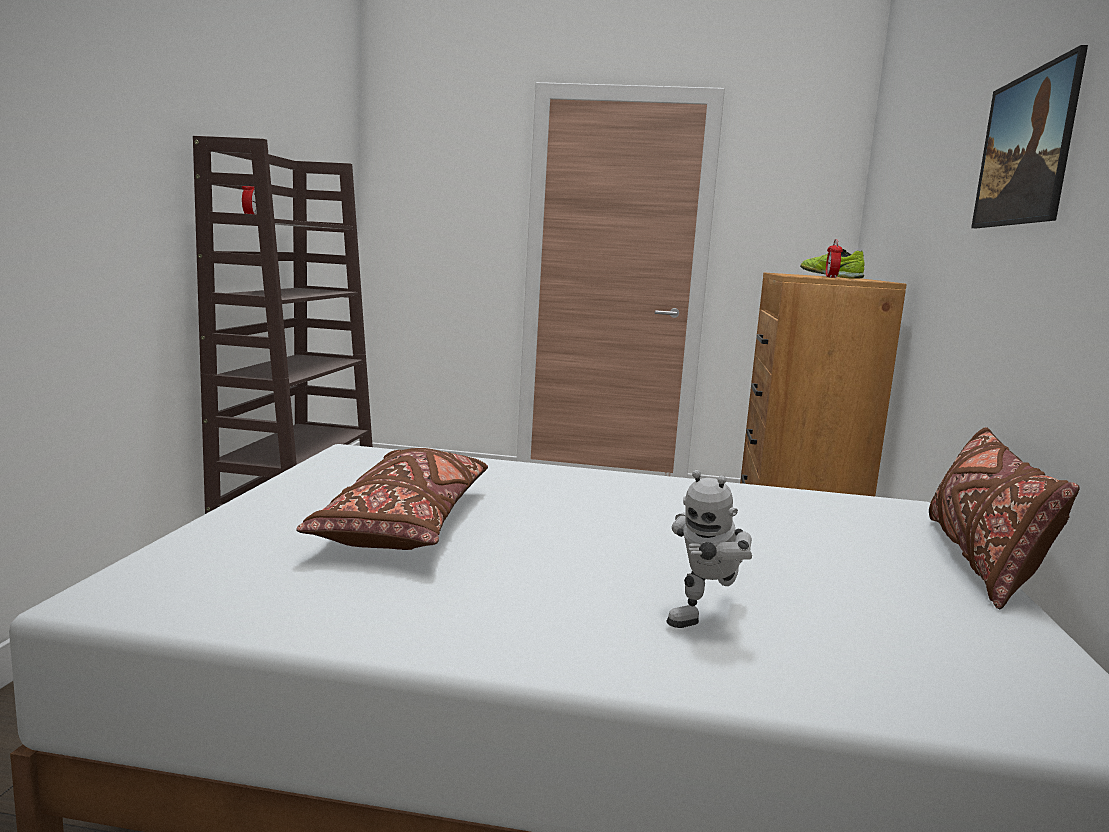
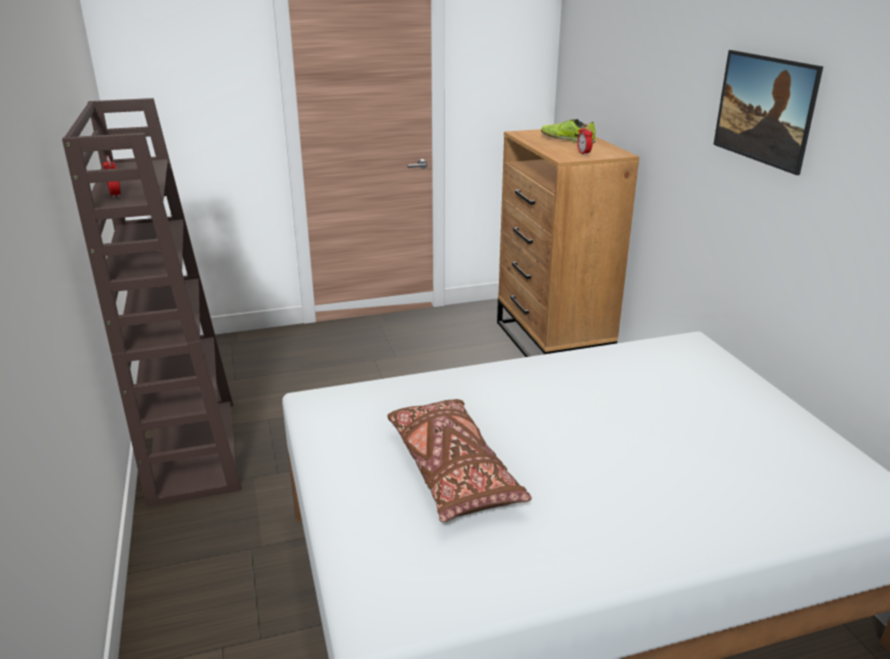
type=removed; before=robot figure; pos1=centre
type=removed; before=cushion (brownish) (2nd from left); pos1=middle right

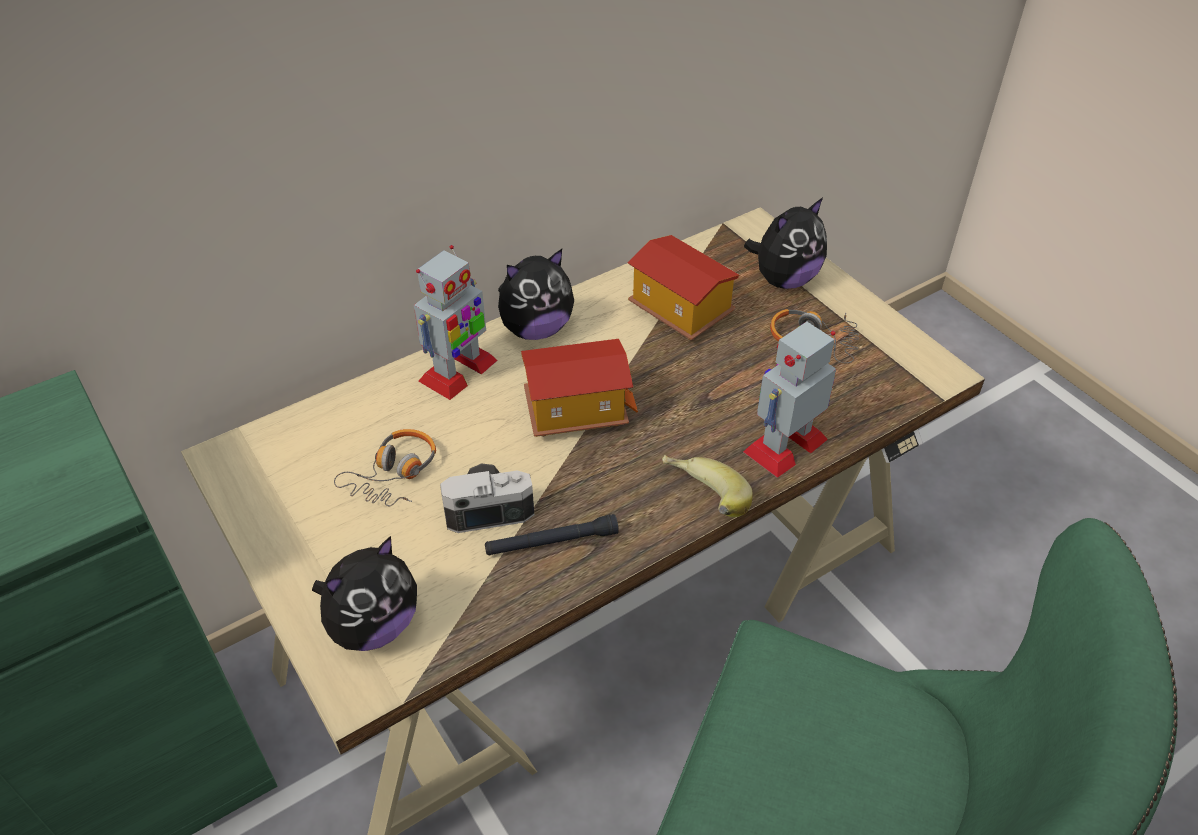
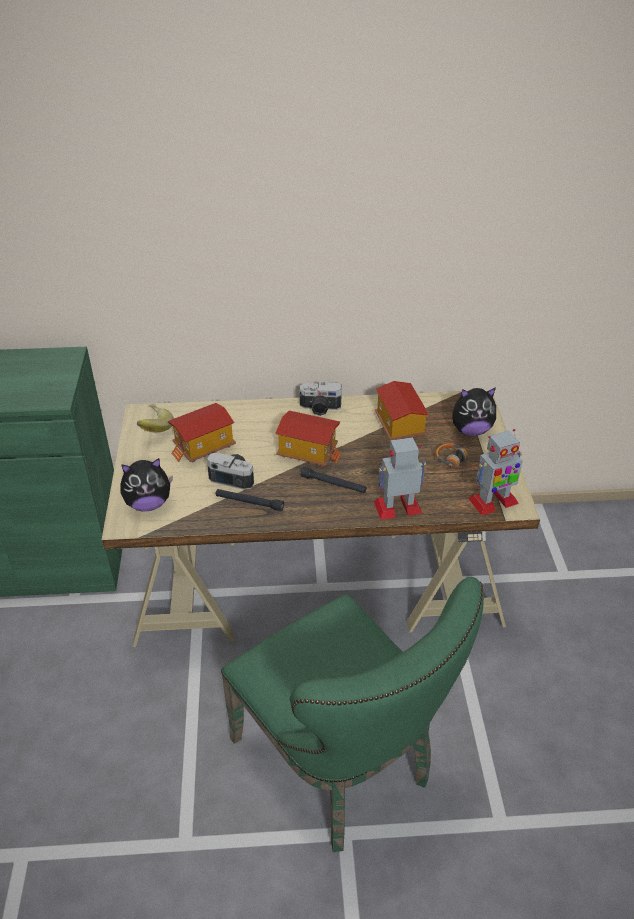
type=moved; before=banana; pos1=centre; pos2=middle left
type=replaced; before=pair of headphones (1st from left); after=model house (1st from left); pos1=middle left; pos2=middle left
type=replaced; before=plush toy (2nd from left); after=still camera (2nd from left); pos1=centre; pos2=centre
type=added; after=torch (black-coloured) (2nd from left); pos2=centre
type=moved; before=robot figure (1st from left in the first image); after=robot figure (2nd from left); pos1=centre; pos2=middle right

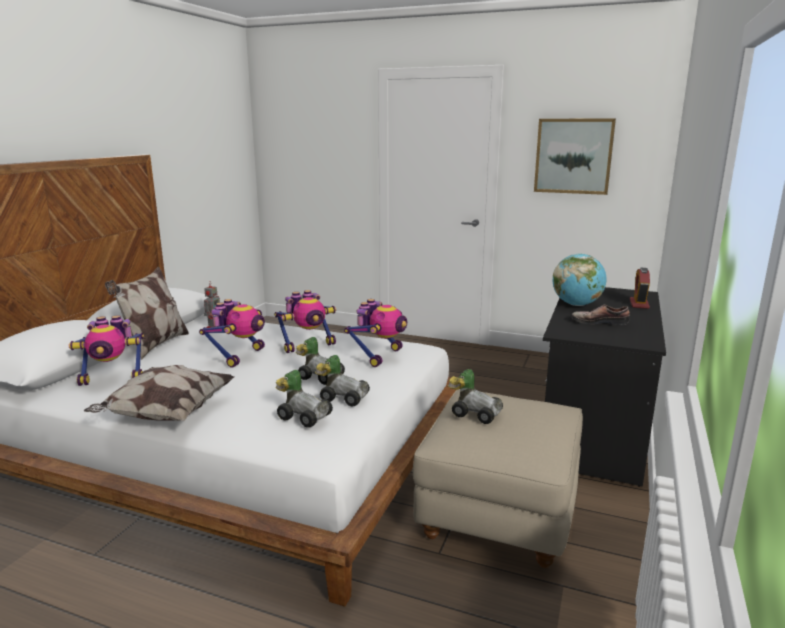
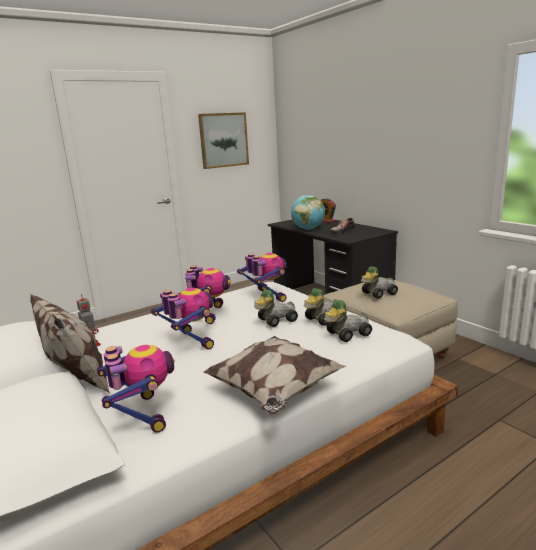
type=turned; before=robot figure (1st from left in the first image); pos1=middle left; pos2=bottom left; turn=-45

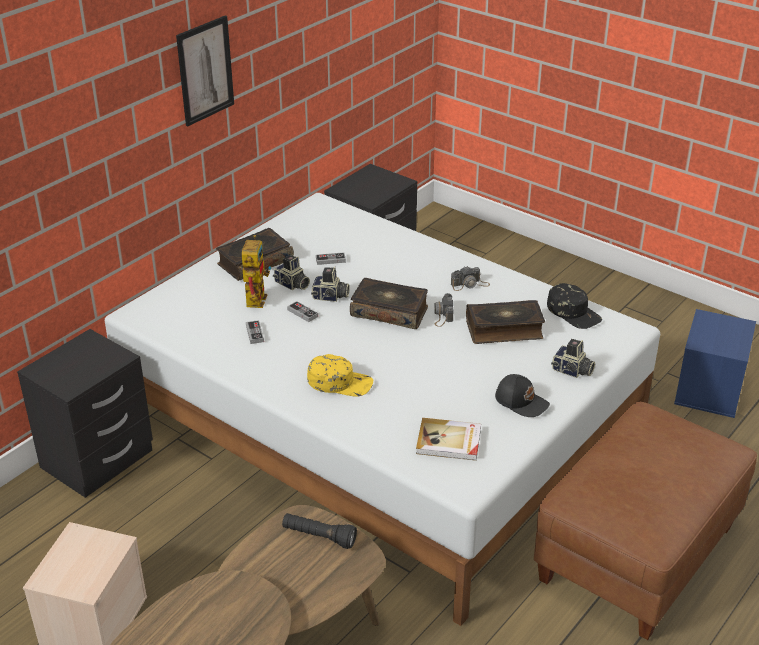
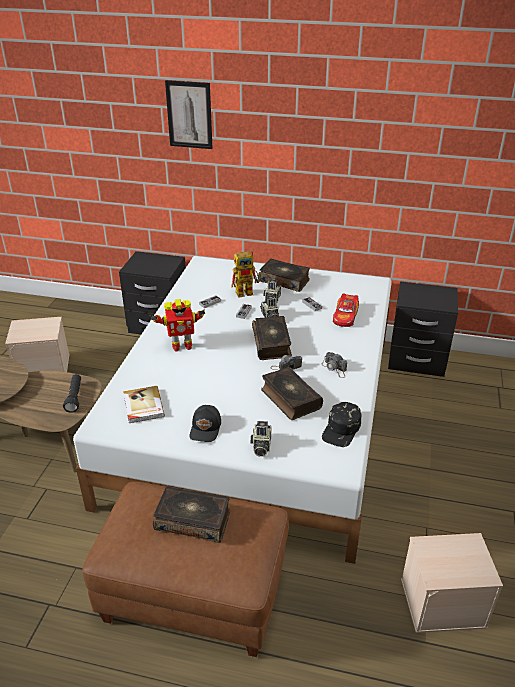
type=replaced; before=cap (yellow); after=robot figure (1st from left); pos1=centre; pos2=centre
type=added; after=volume (2nd from left); pos2=bottom centre
type=moved; before=picture; pos1=top left; pos2=top centre
type=added; after=toy car; pos2=middle right
type=recoloured; before=storage box (blue-coloured); after=storage box (beige-coloured) (2nd from left); pos1=middle right; pos2=bottom right

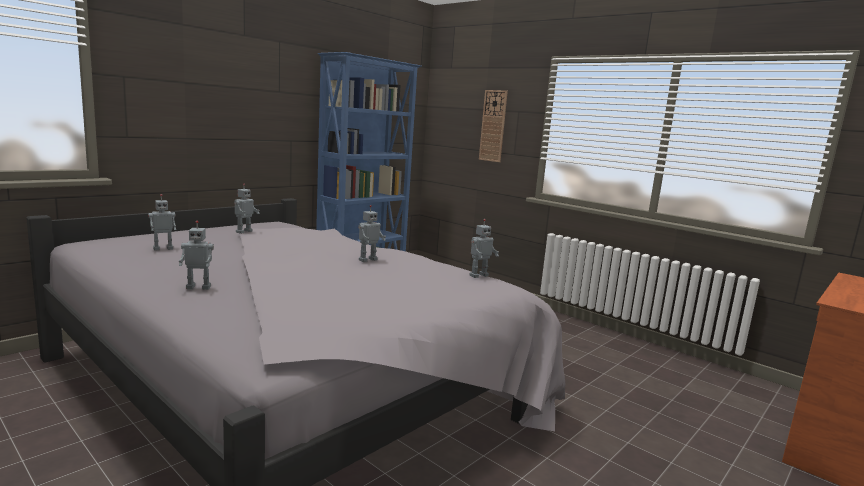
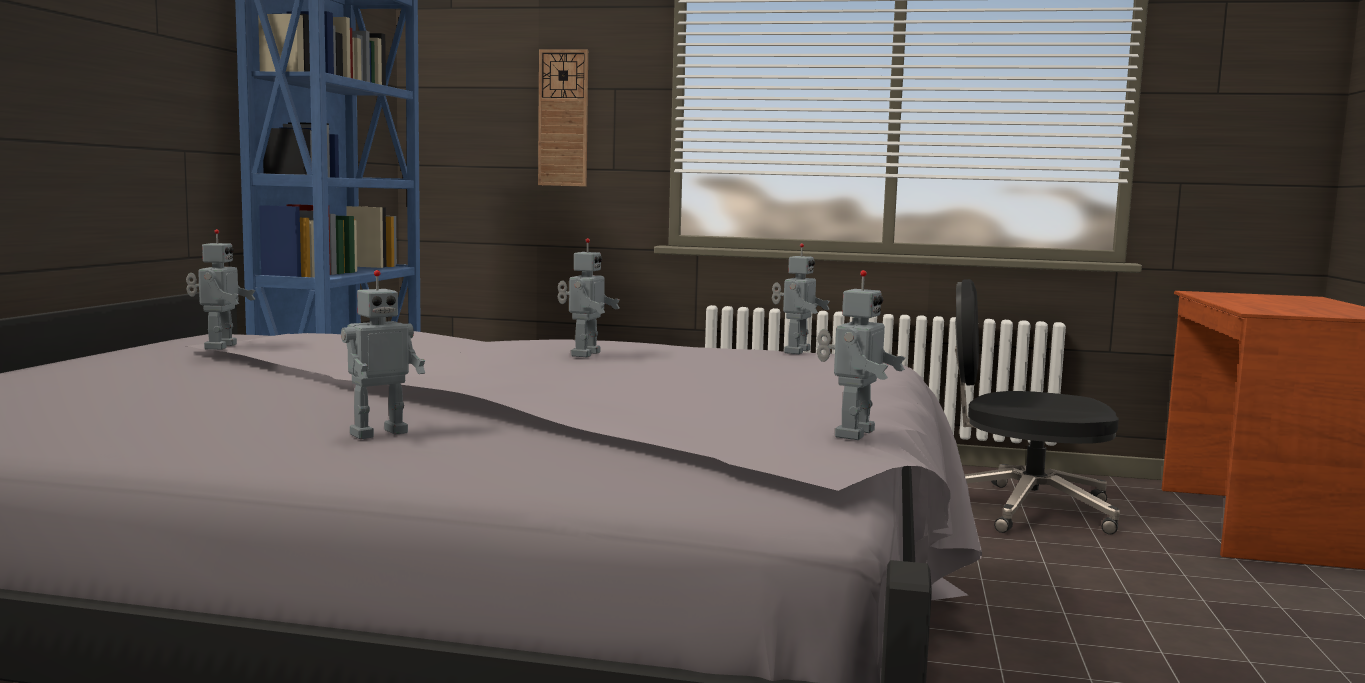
type=moved; before=robot figure (1st from left in the first image); after=robot figure (5th from left); pos1=middle left; pos2=centre
type=added; after=desk chair (black-coloured); pos2=middle right

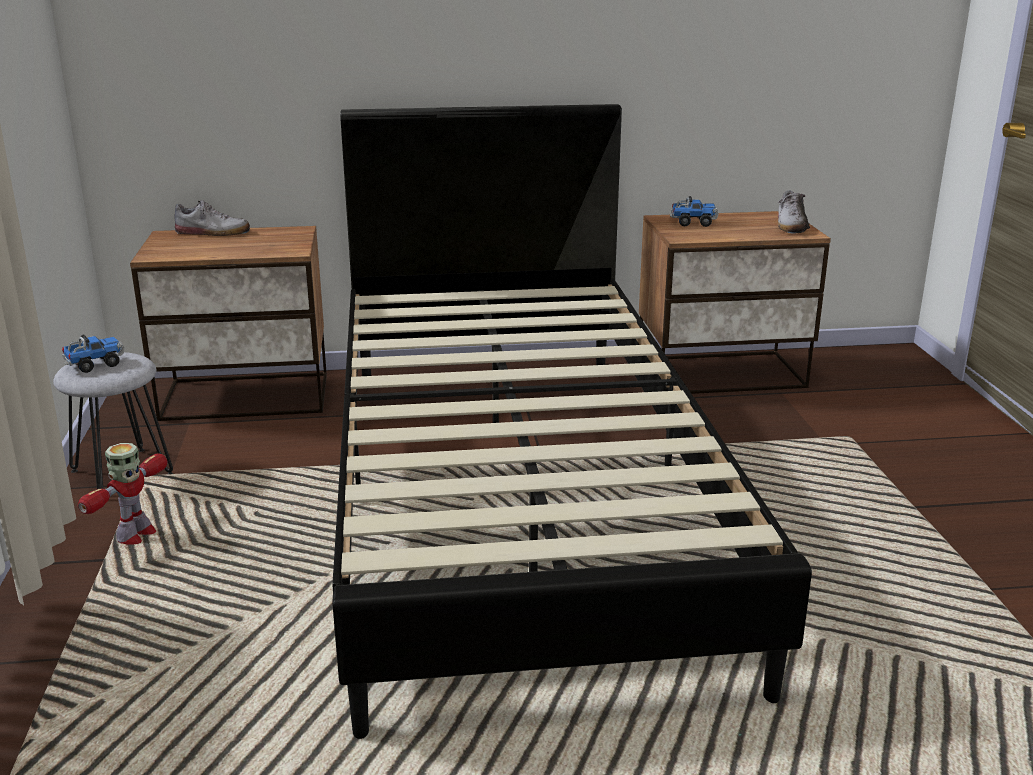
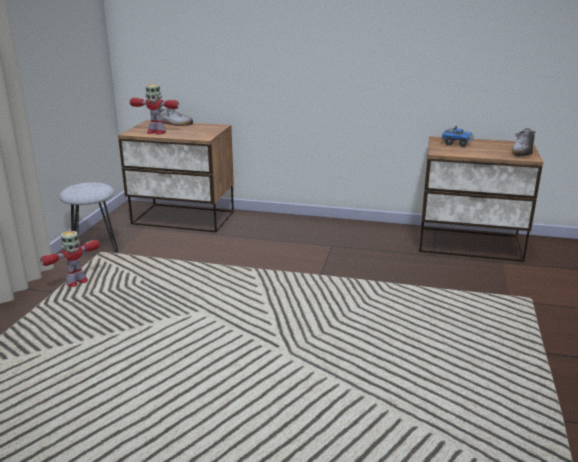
type=added; after=robot figure (2nd from left); pos2=top left
type=removed; before=toy truck (1st from left); pos1=middle left
type=removed; before=bedroom bed (black-coloured); pos1=centre

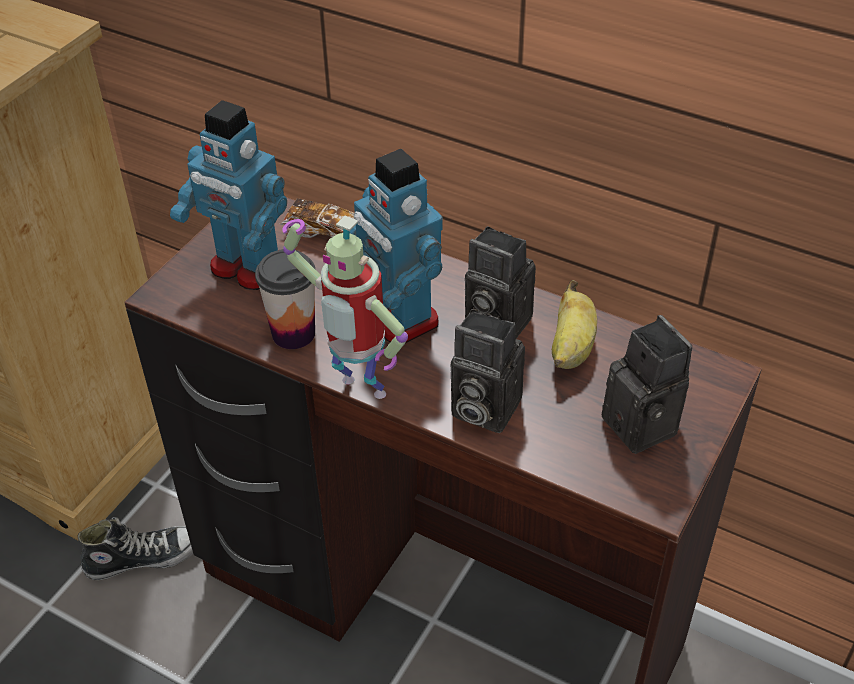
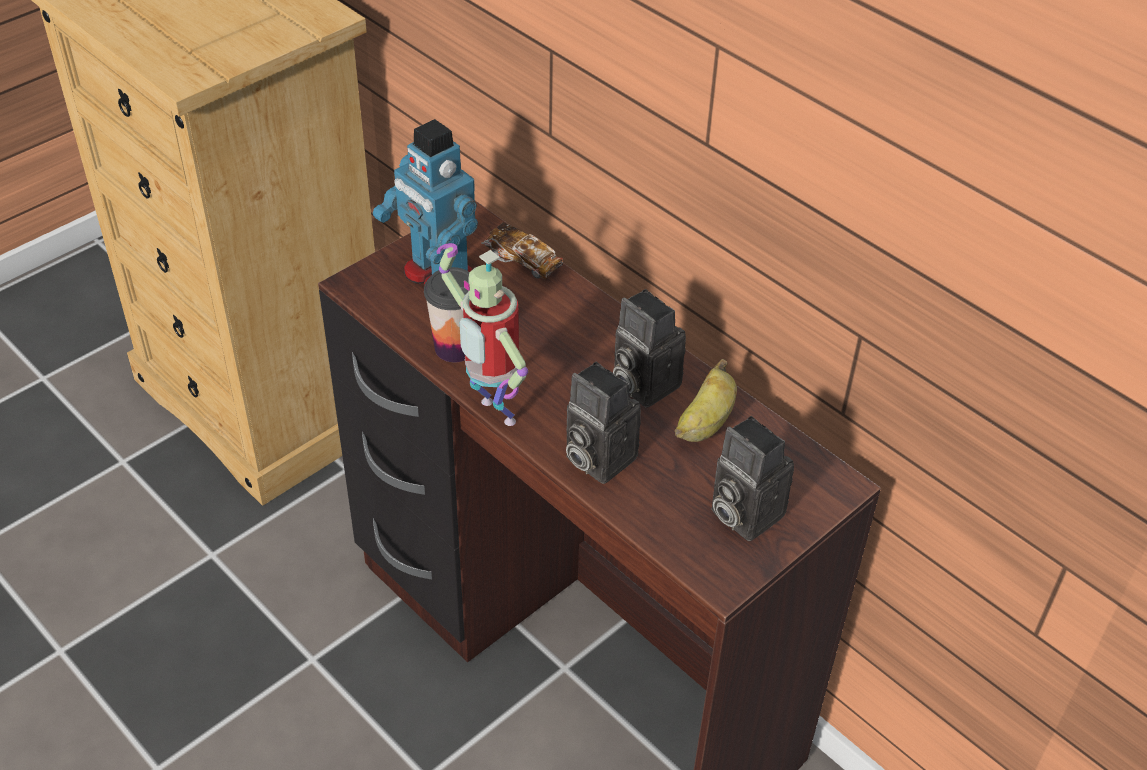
type=turned; before=still camera (3rd from left); pos1=middle right; pos2=centre; turn=150
type=removed; before=low shoe; pos1=bottom left
type=removed; before=robot figure (3rd from left); pos1=centre

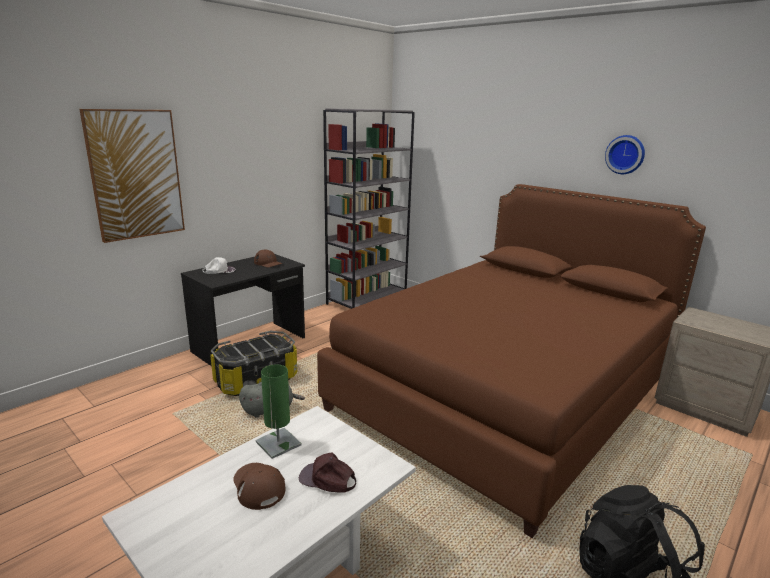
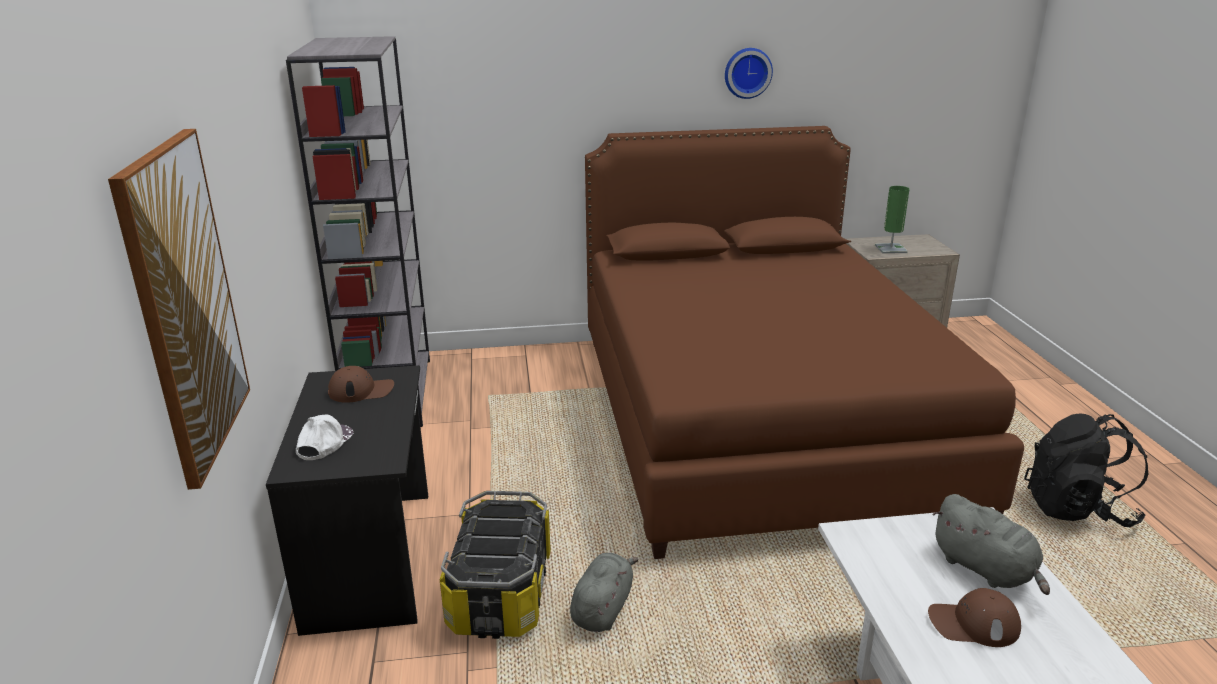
type=moved; before=table lamp (greenish); pos1=bottom centre; pos2=top right
type=replaced; before=cap (brownish) (3rd from left); after=plush toy (greyish) (2nd from left); pos1=bottom centre; pos2=bottom right

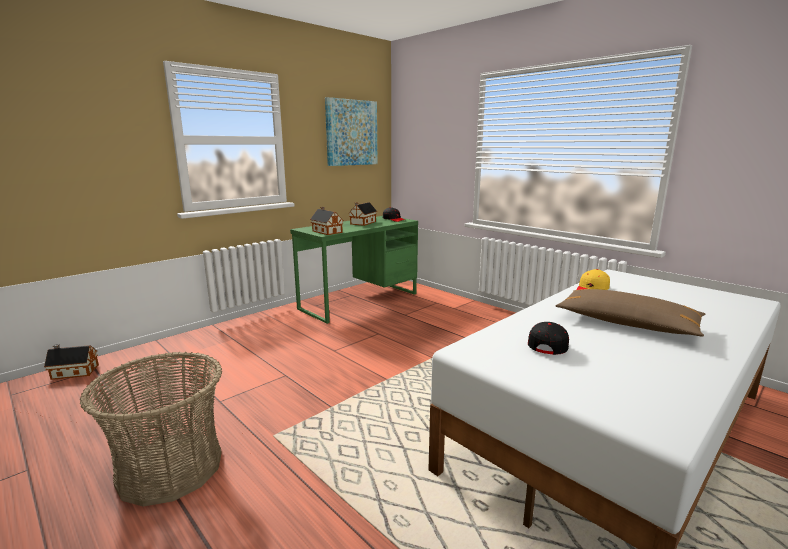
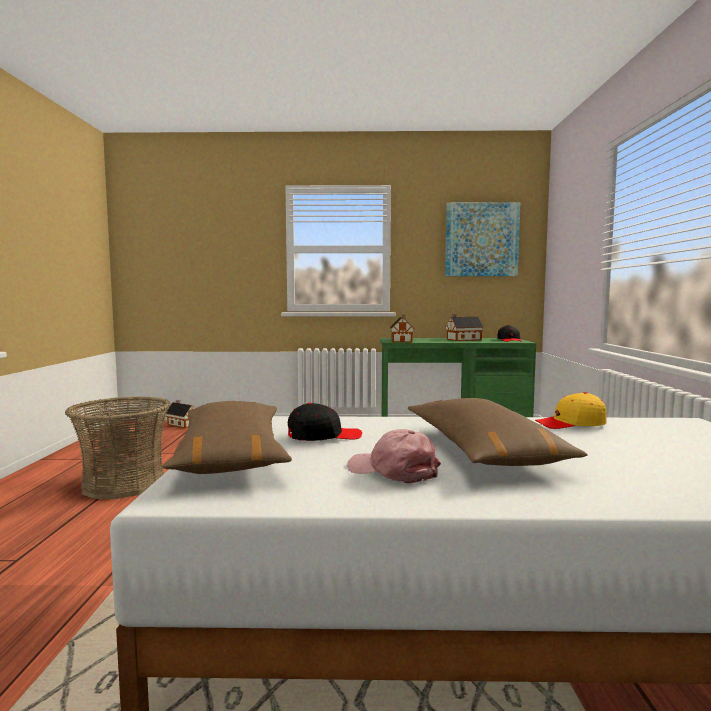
type=added; after=cushion (brownish) (1st from left); pos2=middle left
type=added; after=cap (pink-coloured); pos2=centre

